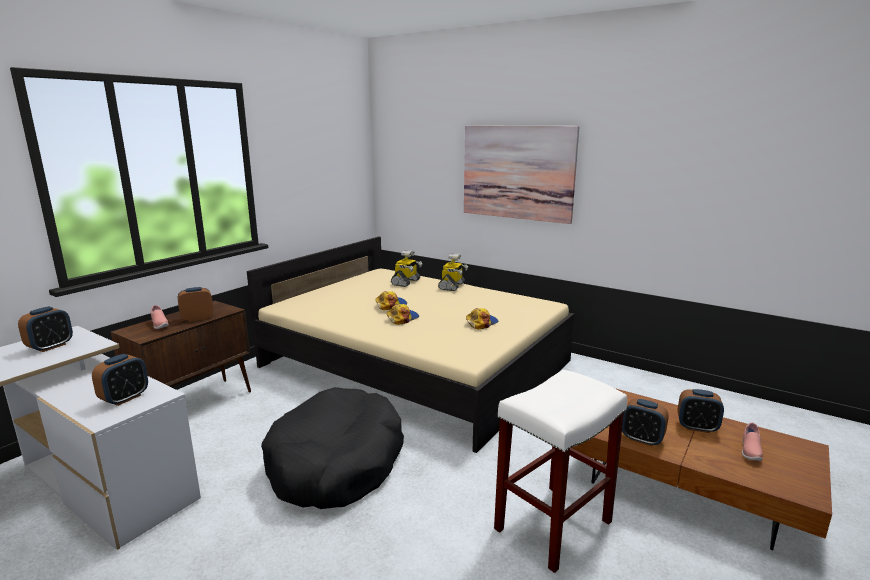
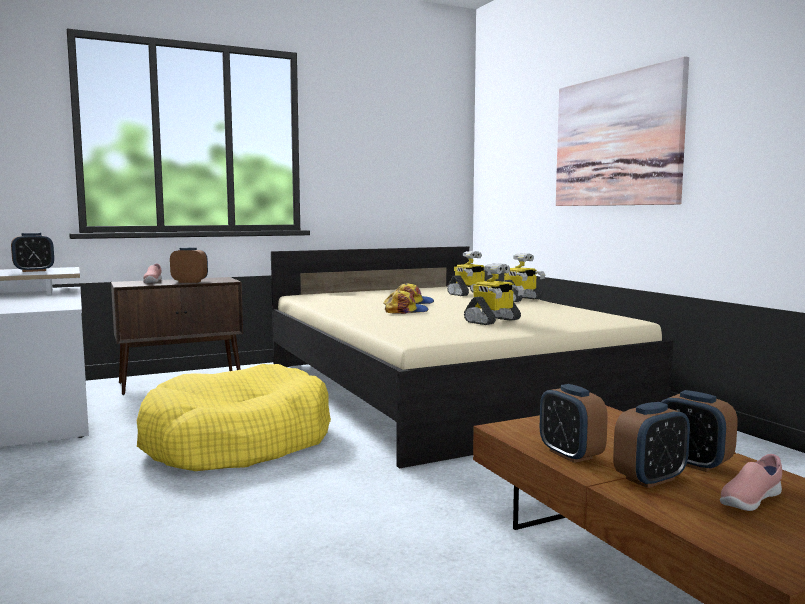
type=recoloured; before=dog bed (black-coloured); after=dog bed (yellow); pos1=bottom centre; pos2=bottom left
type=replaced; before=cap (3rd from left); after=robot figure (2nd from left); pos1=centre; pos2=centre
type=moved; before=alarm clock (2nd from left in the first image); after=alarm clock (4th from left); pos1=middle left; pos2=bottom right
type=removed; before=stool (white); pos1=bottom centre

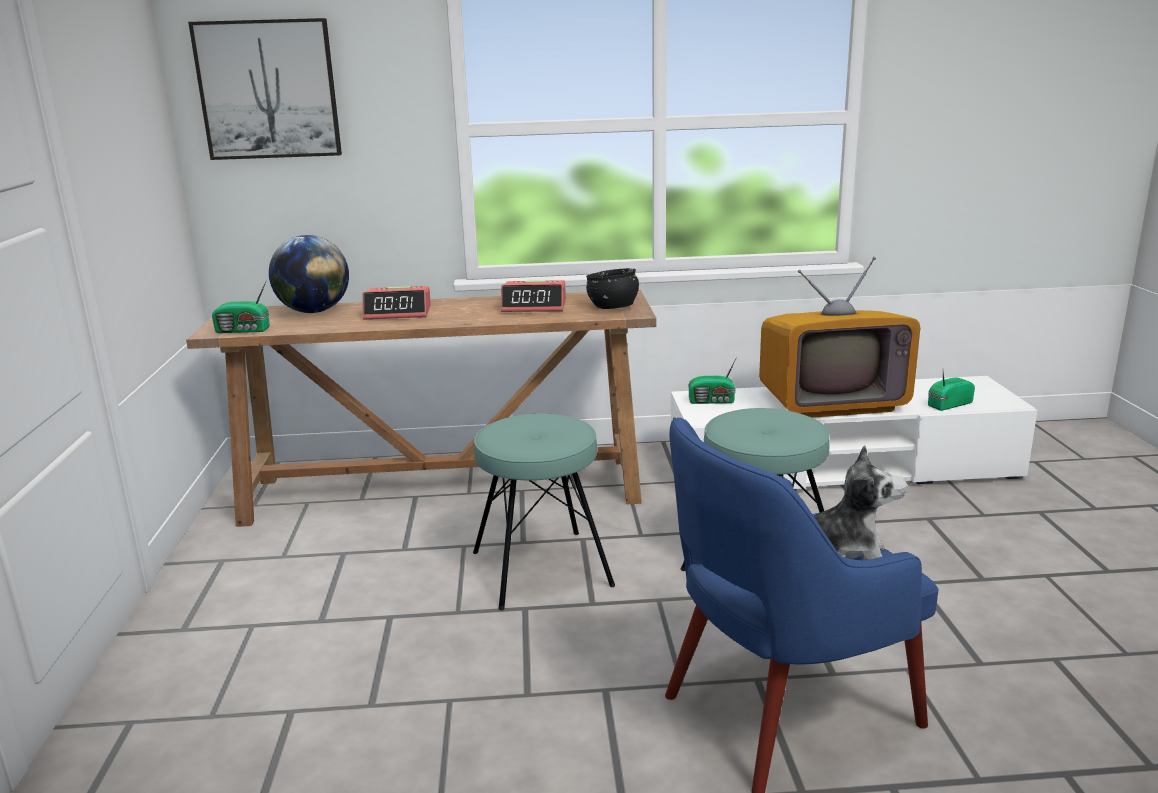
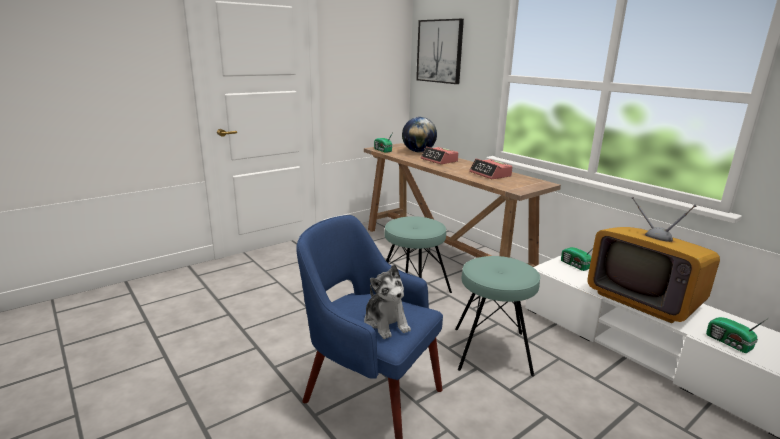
type=turned; before=radio (3rd from left); pos1=middle right; pos2=bottom right; turn=-150
type=removed; before=deep dish (black-coloured); pos1=centre

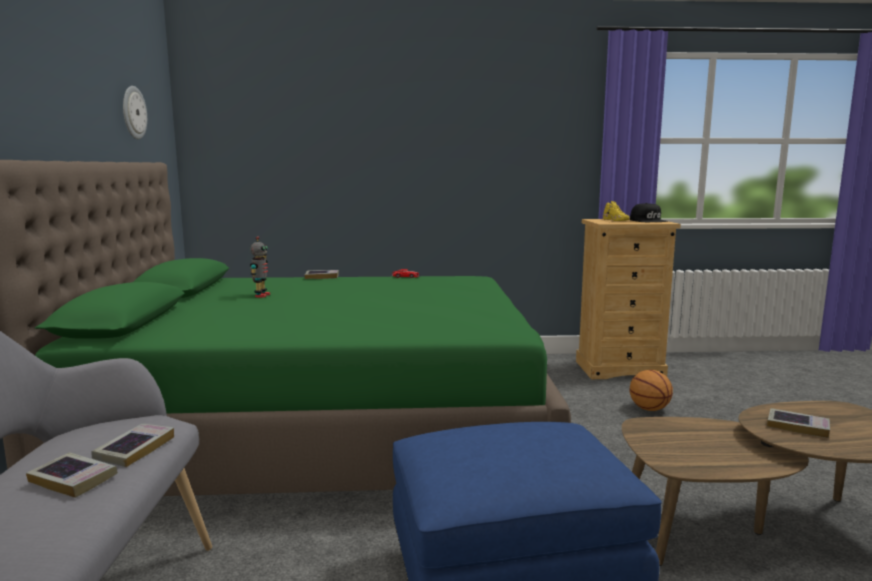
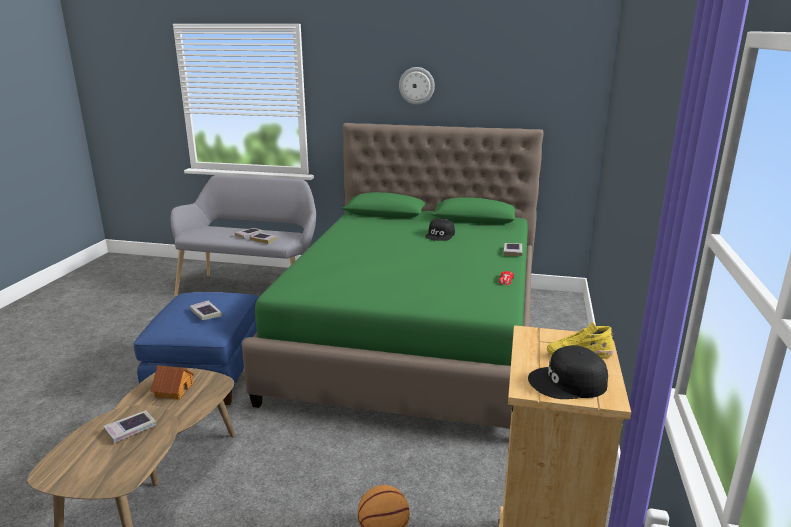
type=added; after=model house; pos2=bottom left
type=added; after=volume (2nd from left); pos2=middle left
type=moved; before=hanging clock; pos1=top left; pos2=top centre
type=replaced; before=robot figure; after=cap (black-coloured) (1st from left); pos1=middle left; pos2=centre

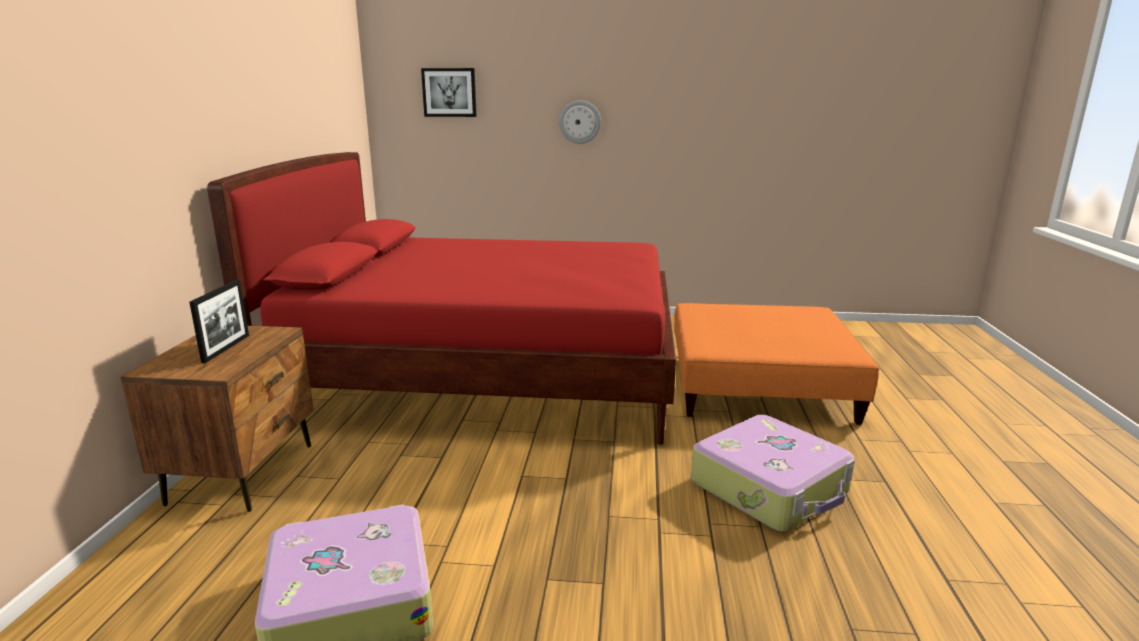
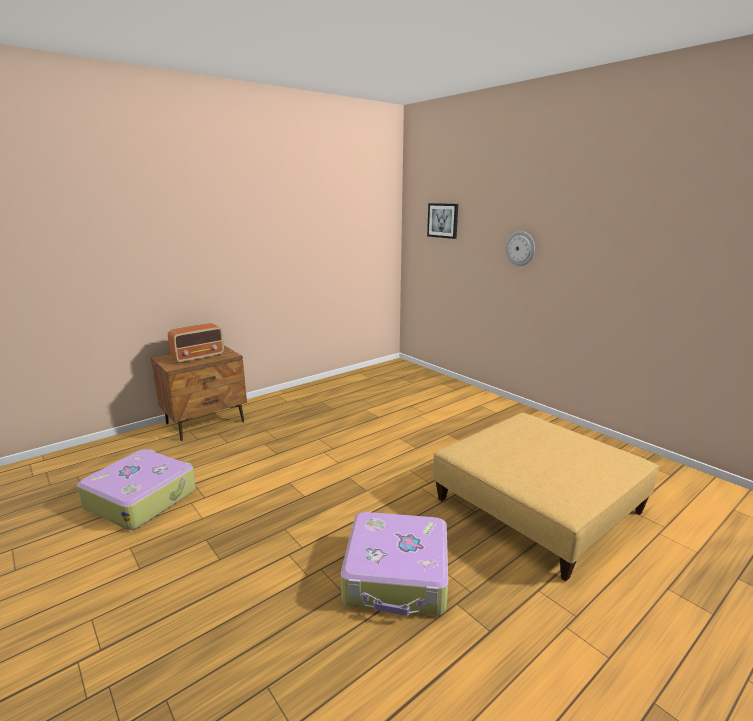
type=replaced; before=photo frame; after=radio; pos1=middle left; pos2=middle left
type=recoloured; before=pouffe (orange-coloured); after=pouffe (beige-coloured); pos1=middle right; pos2=bottom right
type=removed; before=bedroom bed (red); pos1=centre

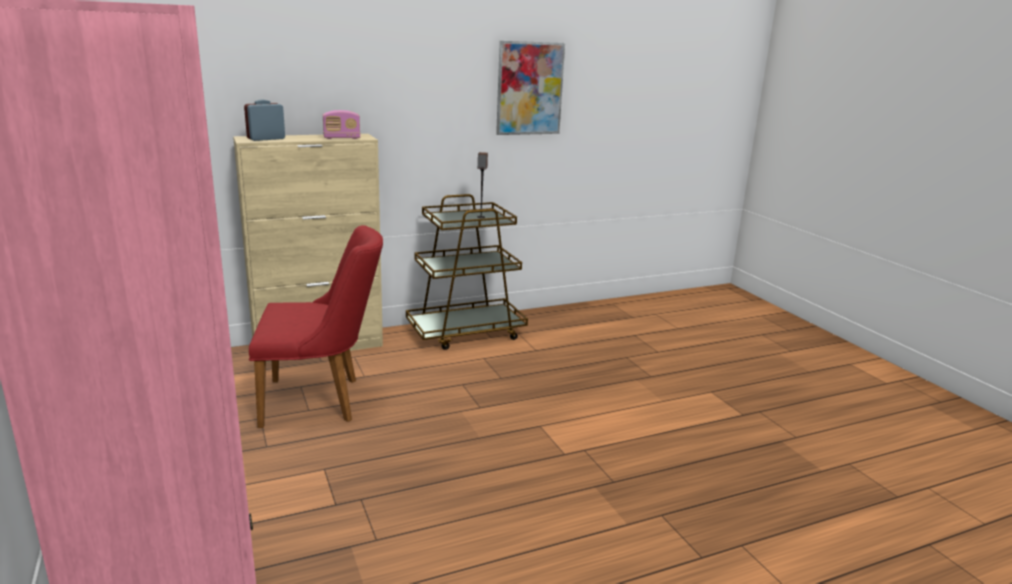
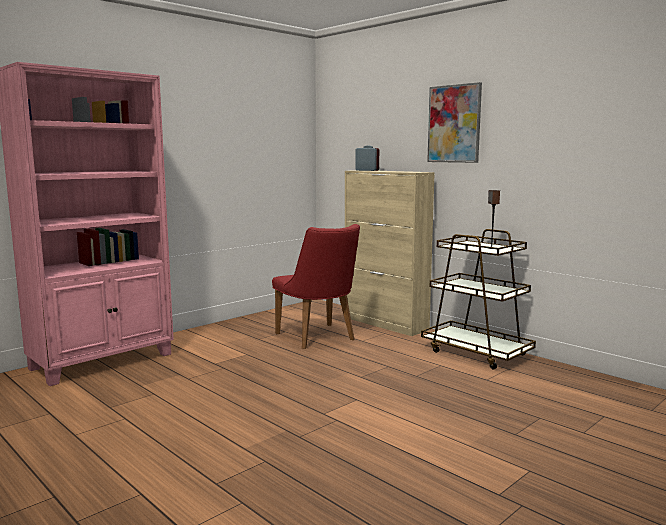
type=moved; before=picture; pos1=top centre; pos2=top right
type=removed; before=radio; pos1=top centre

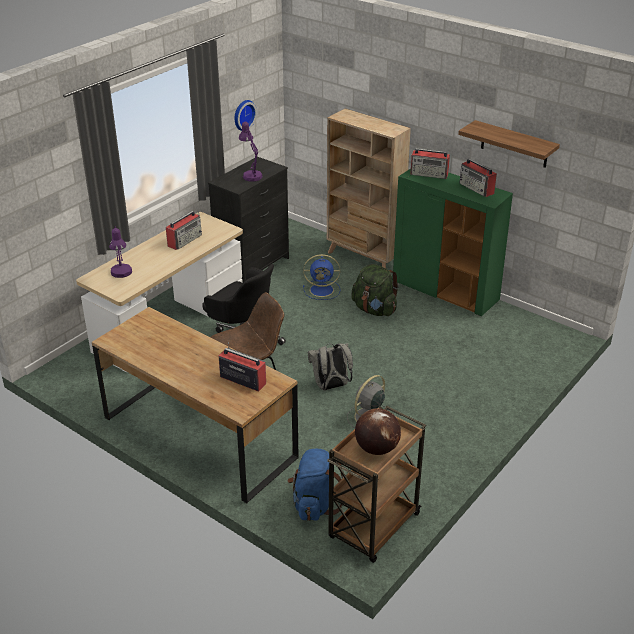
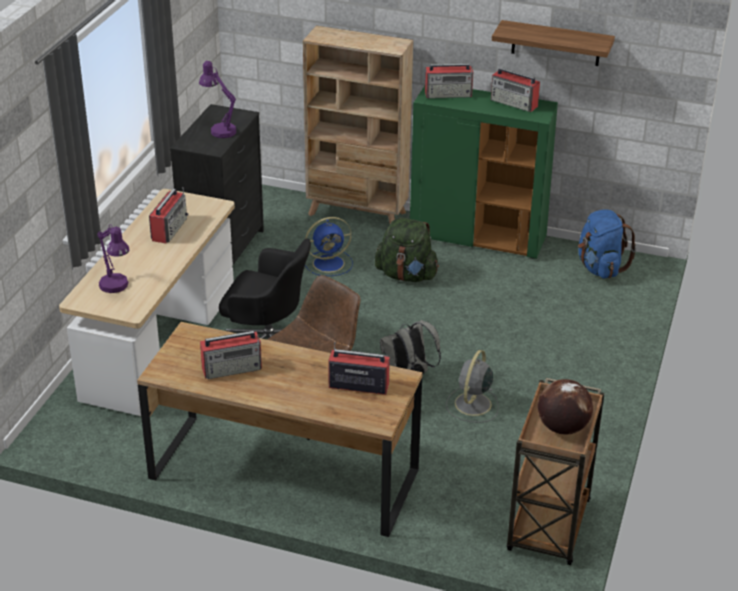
type=added; after=radio (2nd from left); pos2=middle left
type=moved; before=rucksack (blue-coloured); pos1=bottom centre; pos2=middle right
type=removed; before=hanging clock; pos1=top centre

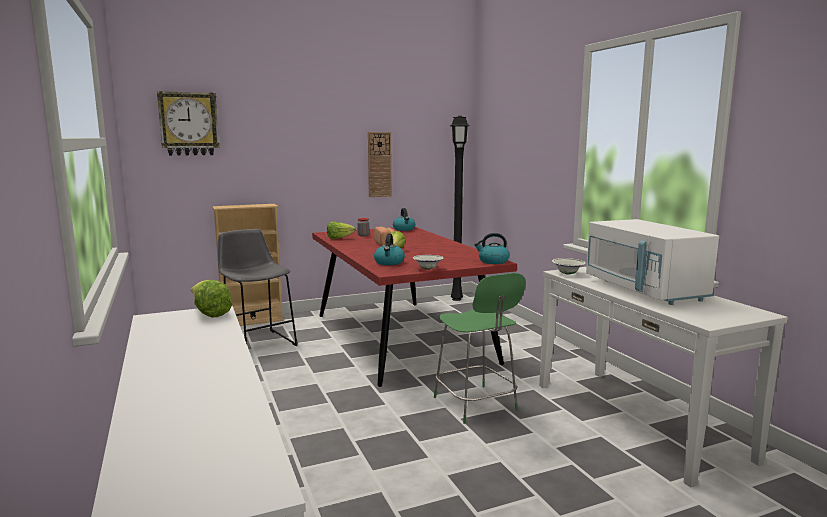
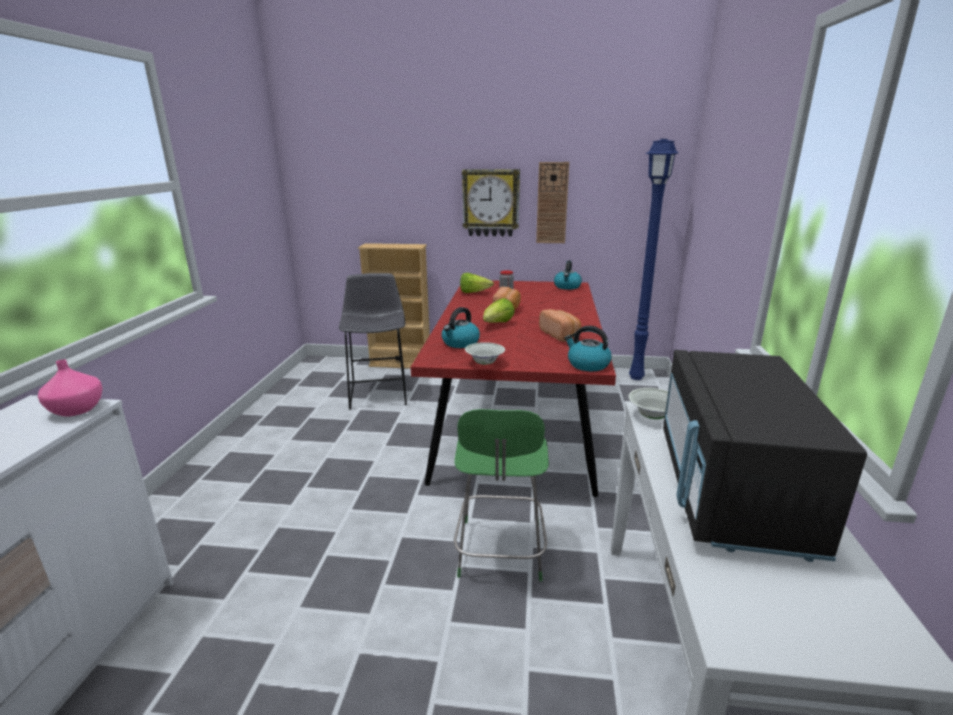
type=replaced; before=lettuce head (1st from left); after=vase (pink-coloured); pos1=middle left; pos2=middle left
type=moved; before=hanging clock (1st from left); pos1=top left; pos2=top centre
type=added; after=bread (2nd from left); pos2=centre
type=recoloured; before=standard lamp (black-coloured); after=standard lamp (blue-coloured); pos1=centre; pos2=middle right
type=recoloured; before=microwave (white); after=microwave (black-coloured); pos1=middle right; pos2=middle right

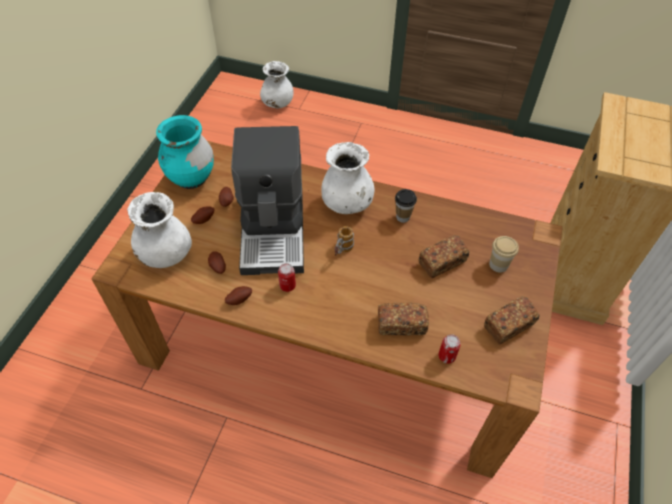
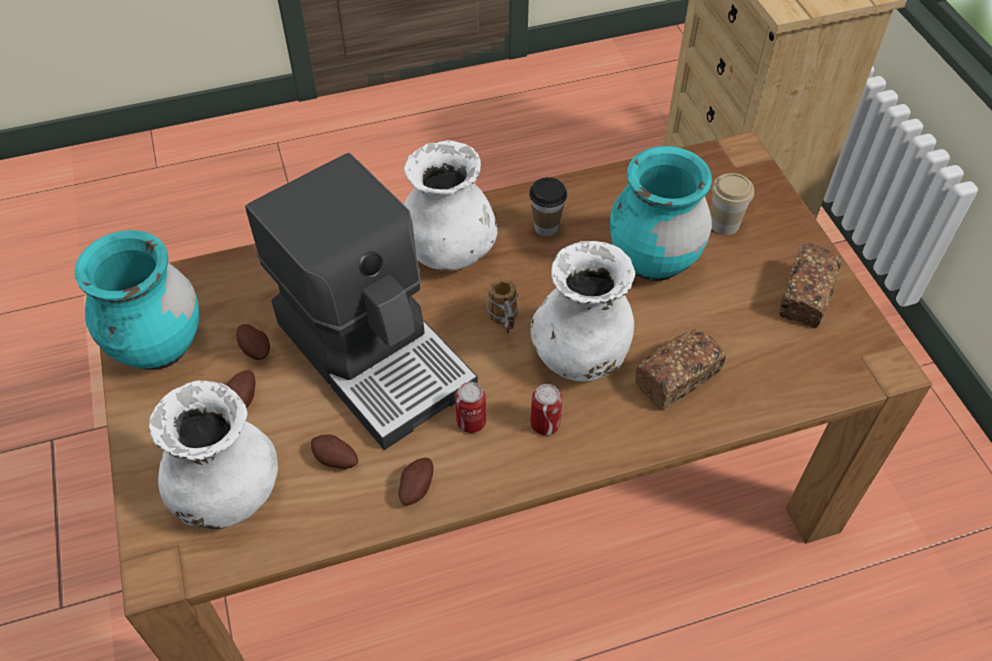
type=moved; before=sealed can (2nd from left); pos1=bottom right; pos2=centre
type=moved; before=vase (white) (2nd from left in the first image); after=vase (white) (3rd from left); pos1=top centre; pos2=centre
type=replaced; before=bread (2nd from left); after=vase (blue-green) (2nd from left); pos1=centre; pos2=top centre

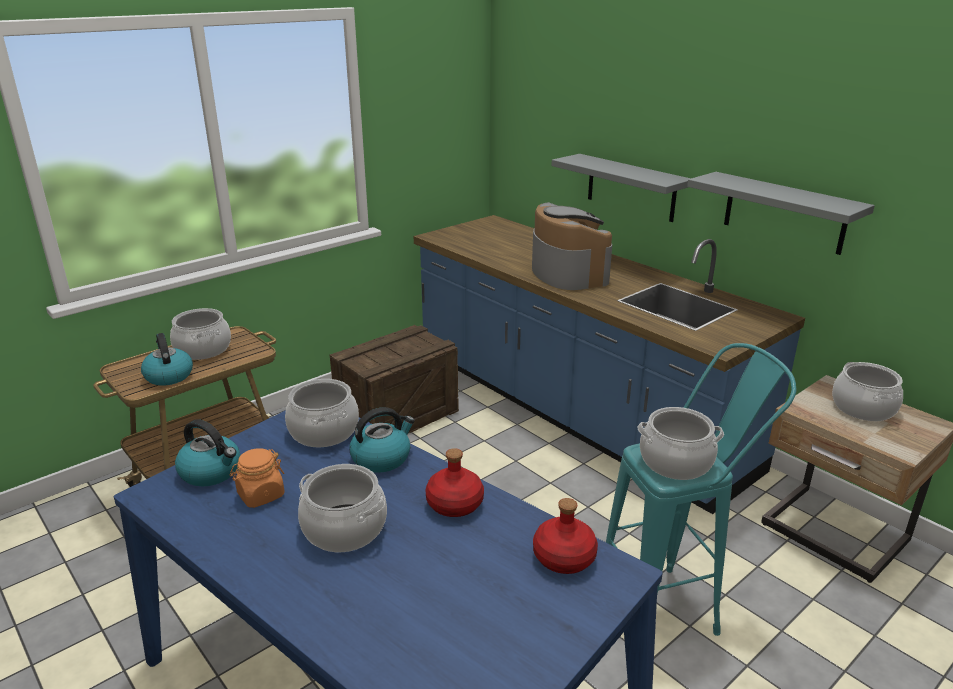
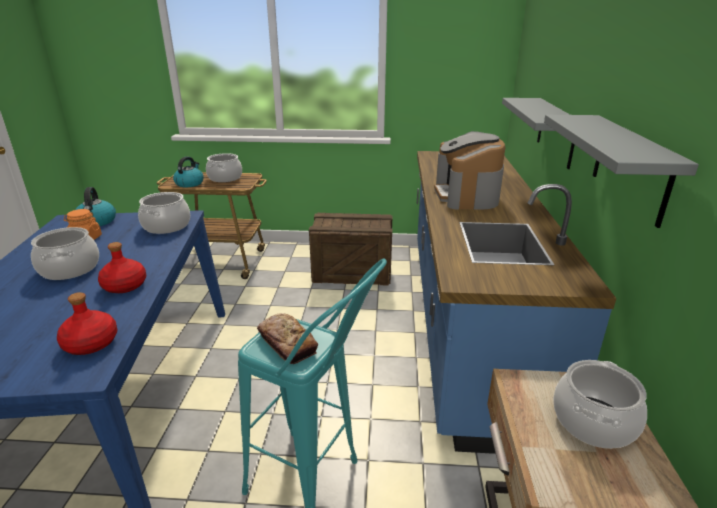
type=replaced; before=saucepot (4th from left); after=bread; pos1=middle right; pos2=centre
type=turned; before=coffee machine; pos1=centre; pos2=centre; turn=150
type=removed; before=water kettle (3rd from left); pos1=centre

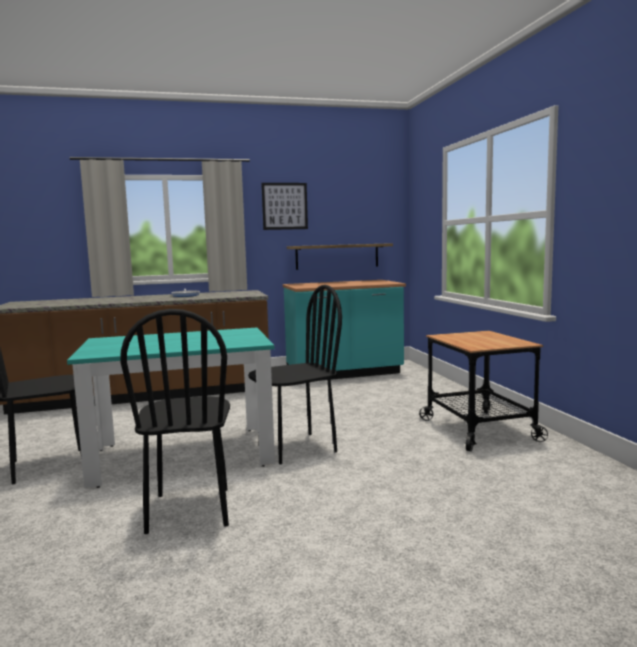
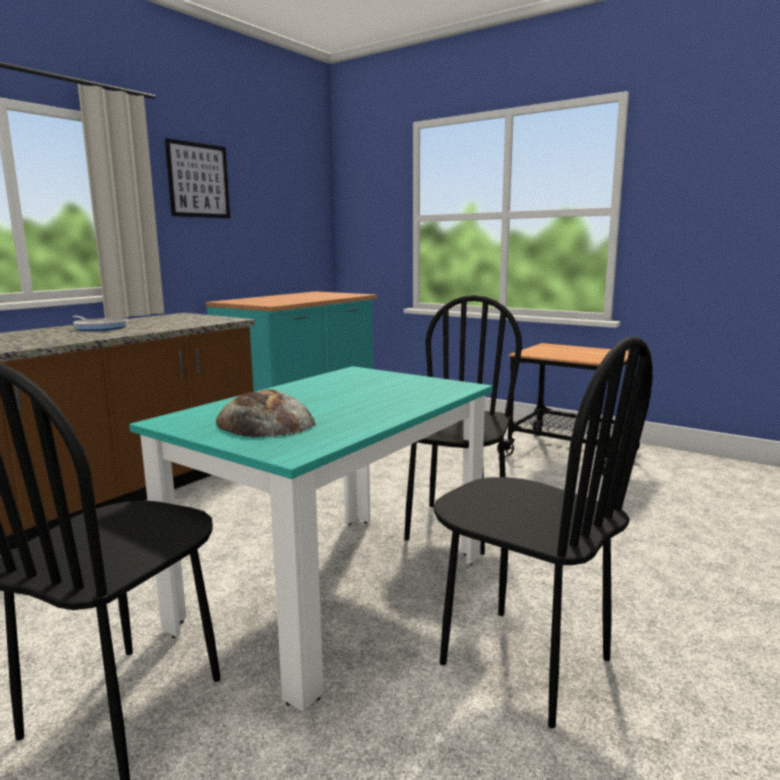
type=added; after=bread; pos2=centre
type=removed; before=wall shelf; pos1=centre

